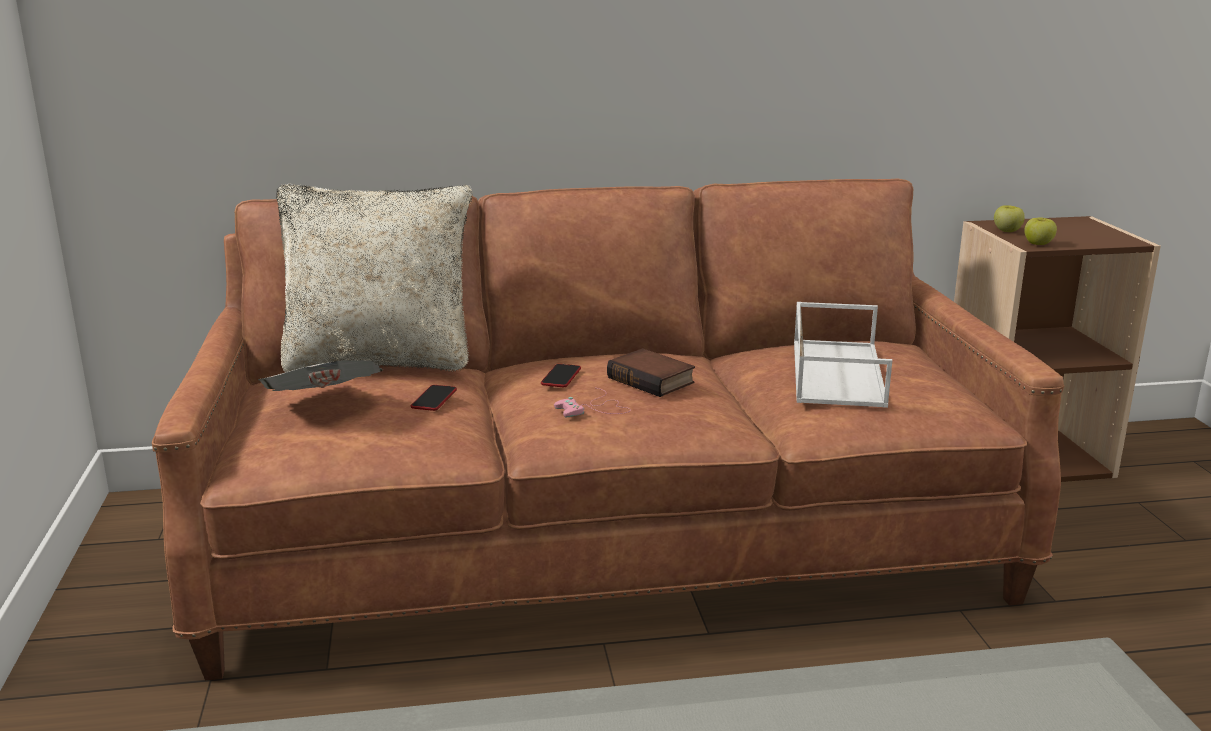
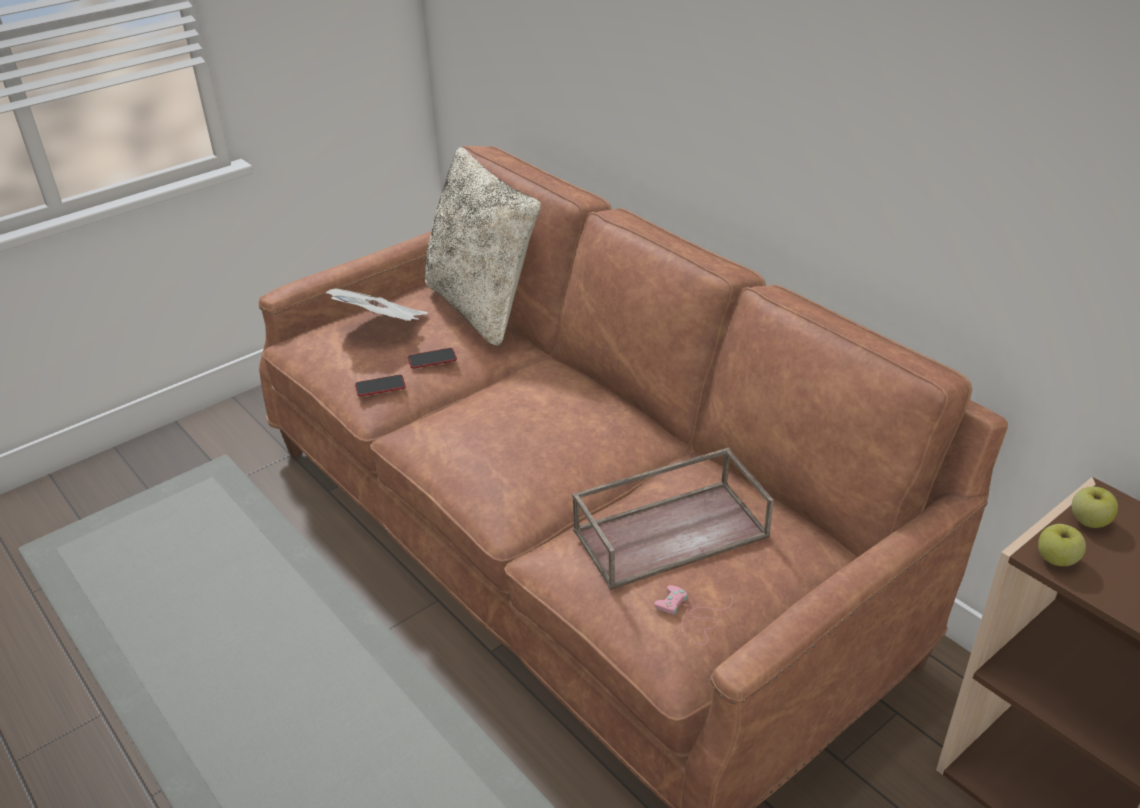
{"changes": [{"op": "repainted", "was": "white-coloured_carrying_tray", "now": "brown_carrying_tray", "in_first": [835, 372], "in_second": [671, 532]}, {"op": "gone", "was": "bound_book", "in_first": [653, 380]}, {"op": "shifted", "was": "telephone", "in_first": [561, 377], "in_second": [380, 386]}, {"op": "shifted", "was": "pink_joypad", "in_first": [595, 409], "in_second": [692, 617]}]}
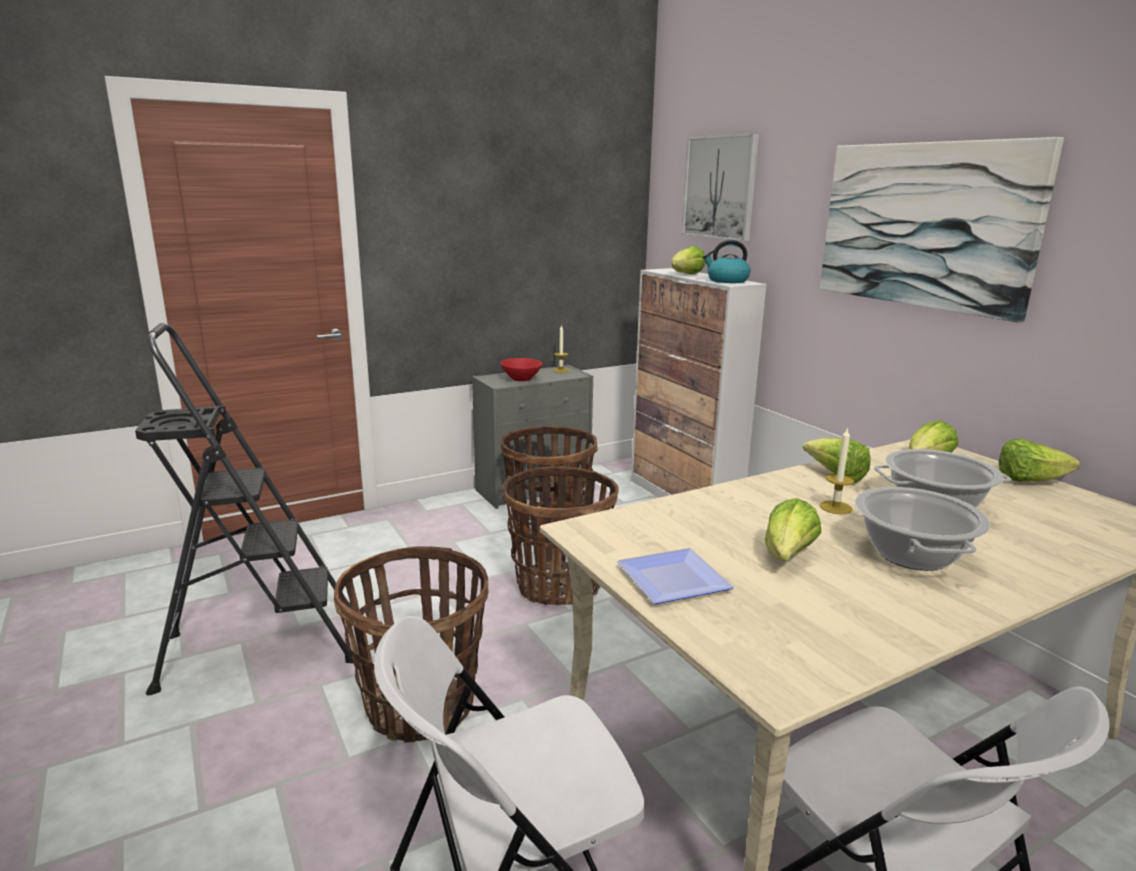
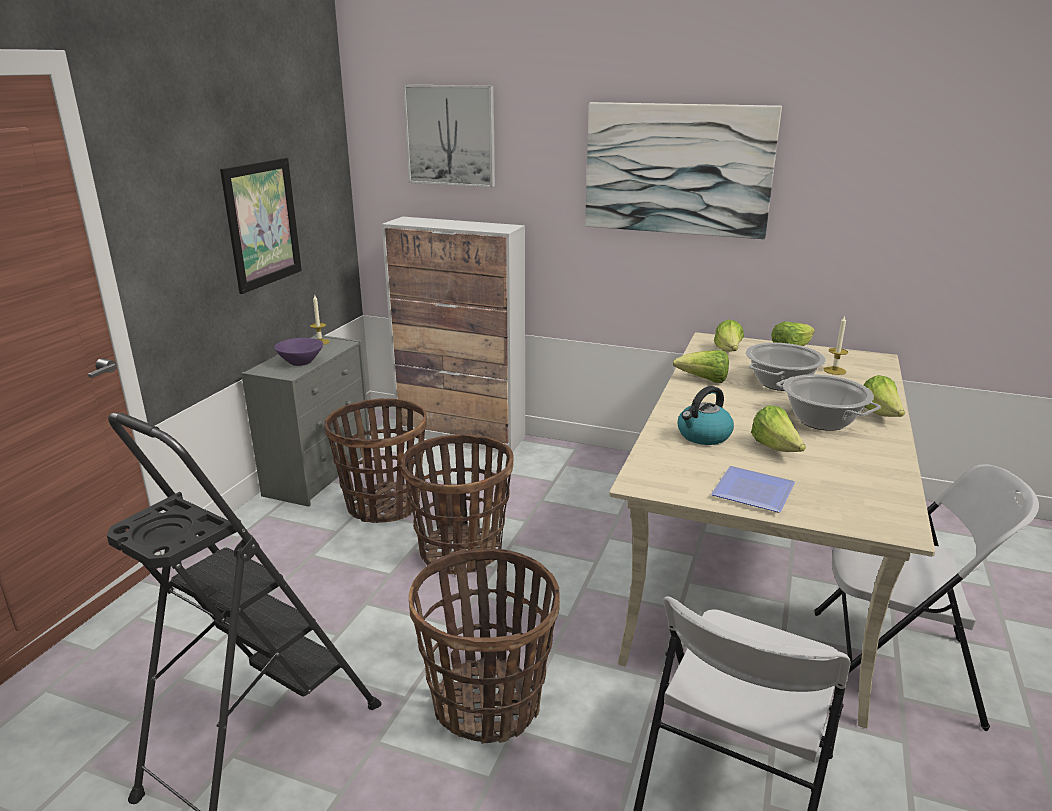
{"changes": [{"op": "shifted", "was": "kettle", "in_first": [726, 281], "in_second": [703, 436]}, {"op": "shifted", "was": "lettuce", "in_first": [686, 275], "in_second": [880, 415]}, {"op": "repainted", "was": "red-coloured_deep_dish", "now": "purple-coloured_deep_dish", "in_first": [521, 379], "in_second": [301, 363]}, {"op": "shifted", "was": "wax_candle", "in_first": [835, 507], "in_second": [834, 370]}, {"op": "new", "now": "wall_art", "in_second": [262, 224]}]}
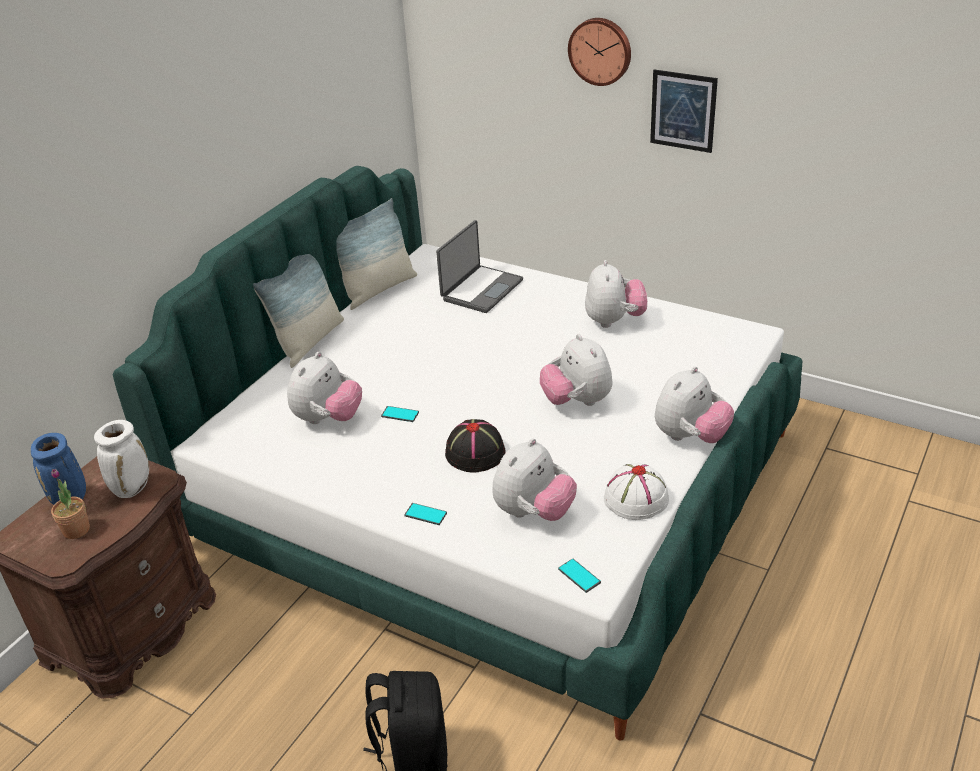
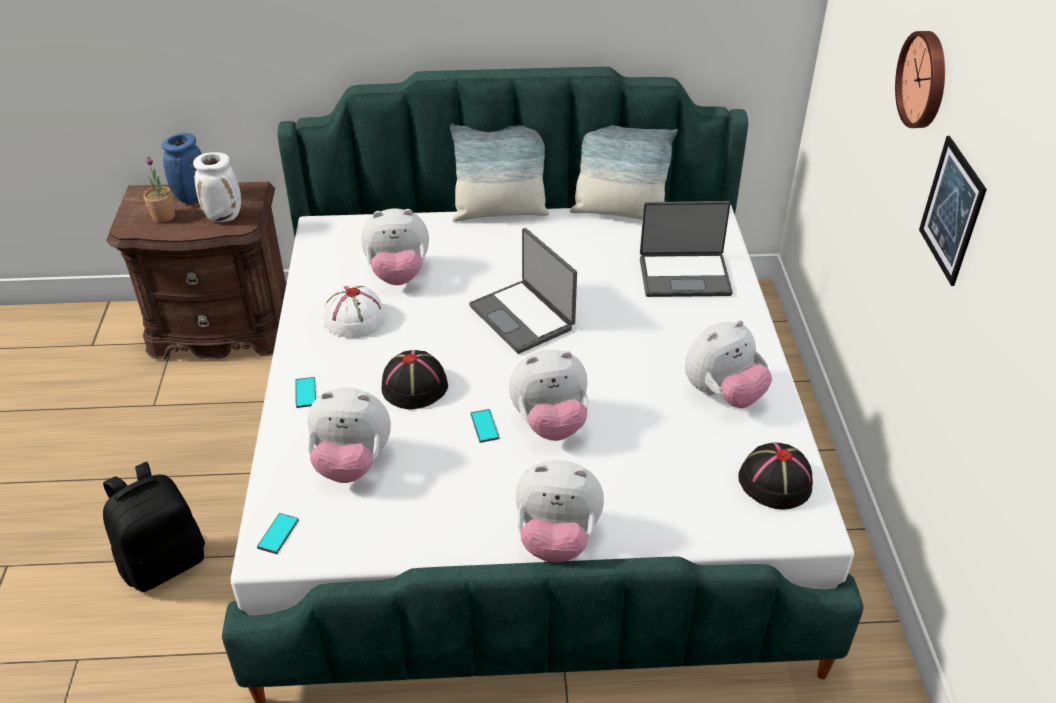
{"changes": [{"op": "rotated", "was": "soft_toy", "in_first": [577, 401], "in_second": [550, 424], "clockwise": -135}, {"op": "shifted", "was": "telephone", "in_first": [400, 414], "in_second": [484, 426]}, {"op": "shifted", "was": "white-coloured_hat", "in_first": [635, 499], "in_second": [354, 319]}, {"op": "new", "now": "notebook_computer", "in_second": [523, 317]}, {"op": "new", "now": "blackish_hat", "in_second": [774, 482]}]}
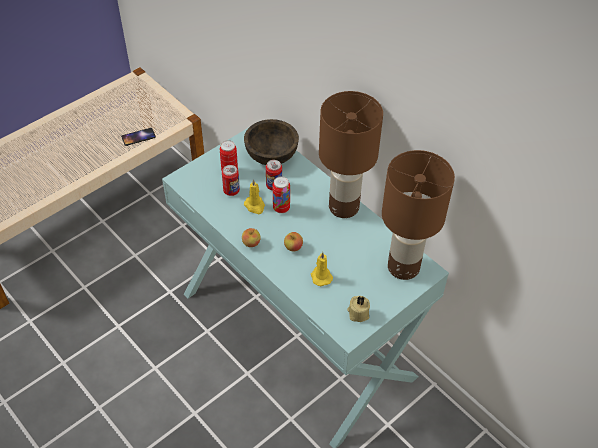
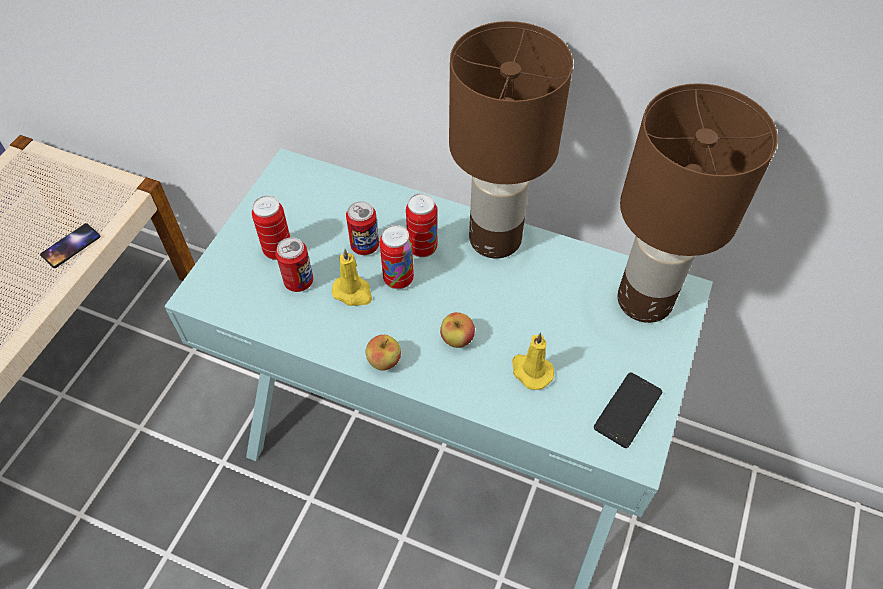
{"changes": [{"op": "gone", "was": "brown_deep_dish", "in_first": [272, 155]}, {"op": "swapped", "was": "beige_wax_candle", "now": "telephone", "in_first": [358, 313], "in_second": [627, 410]}, {"op": "new", "now": "sealed_can", "in_second": [422, 248]}]}
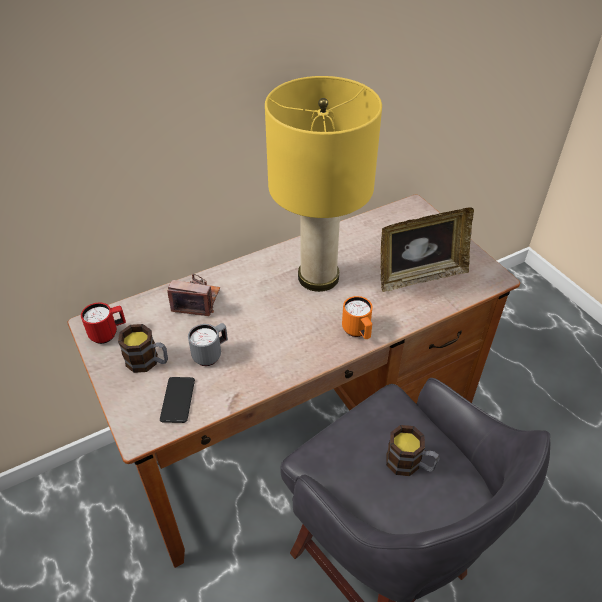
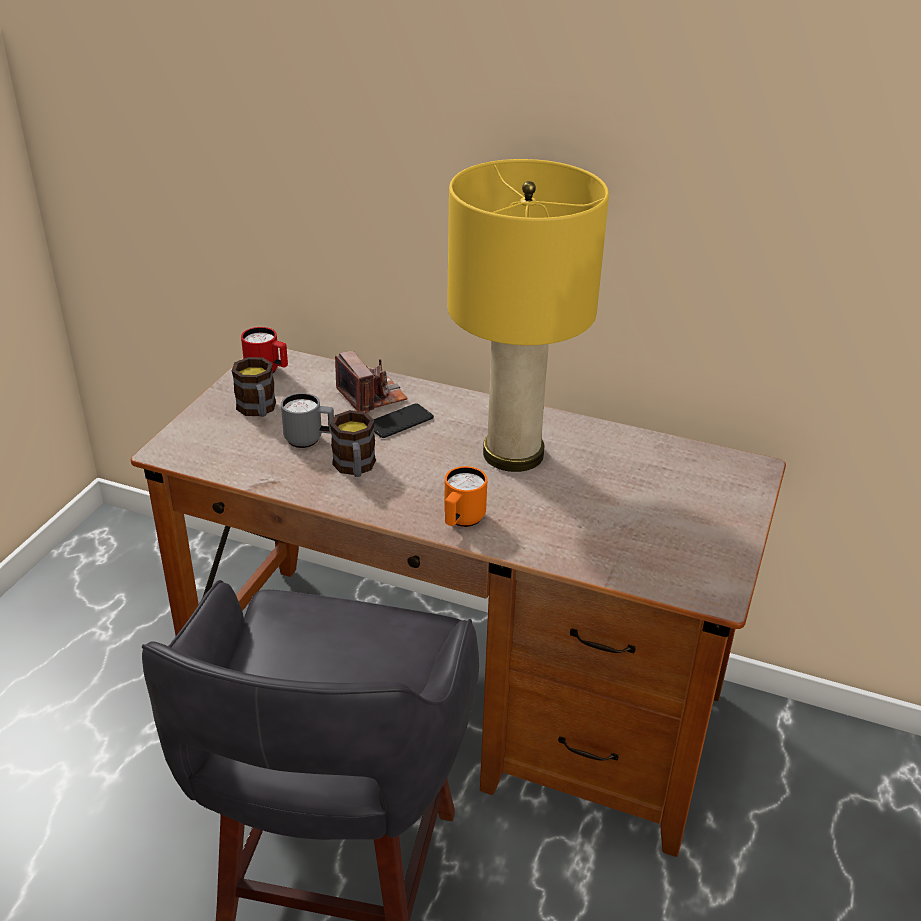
{"changes": [{"op": "gone", "was": "picture_frame", "in_first": [420, 276]}, {"op": "shifted", "was": "telephone", "in_first": [177, 400], "in_second": [400, 422]}, {"op": "shifted", "was": "tea_mug", "in_first": [410, 464], "in_second": [355, 468]}]}
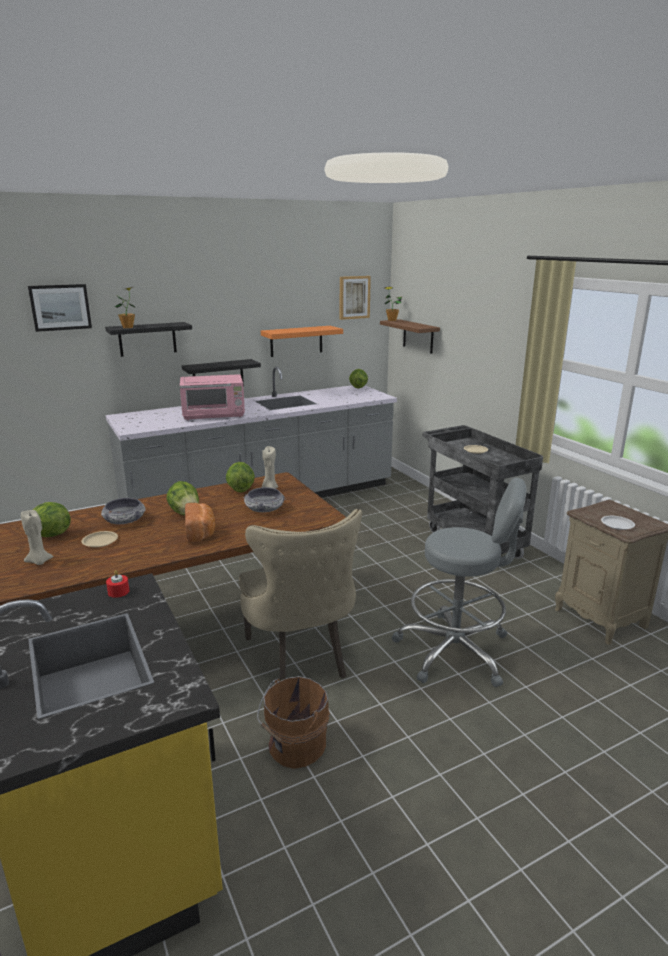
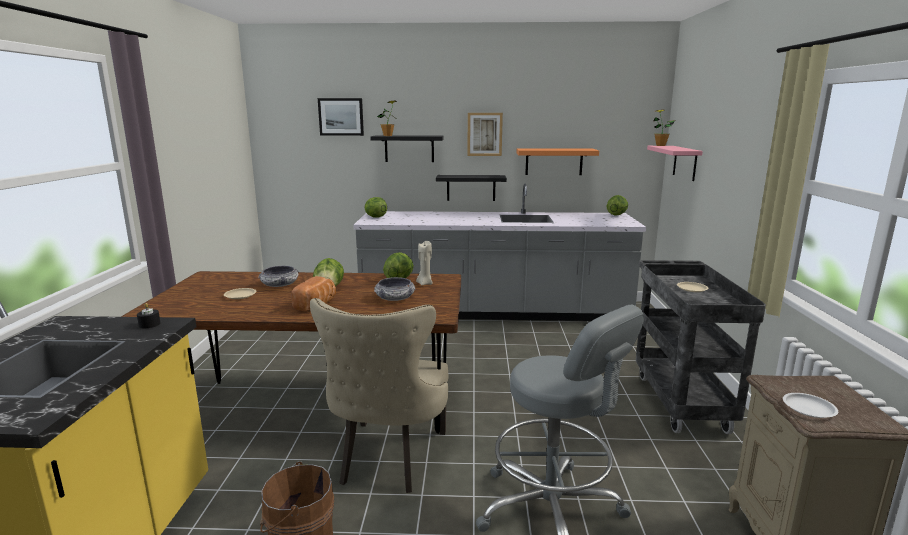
{"changes": [{"op": "shifted", "was": "wall_art", "in_first": [354, 297], "in_second": [484, 134]}, {"op": "repainted", "was": "brown_bracket_shelf", "now": "pink_bracket_shelf", "in_first": [418, 336], "in_second": [685, 163]}, {"op": "gone", "was": "pink_kitchen_microwave", "in_first": [214, 415]}, {"op": "shifted", "was": "lettuce", "in_first": [50, 535], "in_second": [375, 217]}, {"op": "gone", "was": "beige_wax_candle", "in_first": [39, 562]}, {"op": "repainted", "was": "red-coloured_wax_candle", "now": "blackish_wax_candle", "in_first": [118, 592], "in_second": [149, 324]}]}
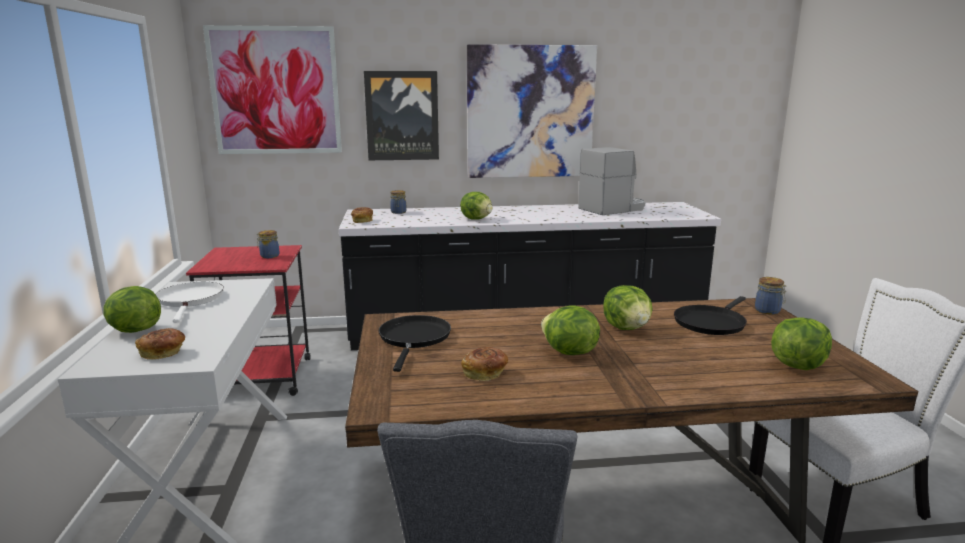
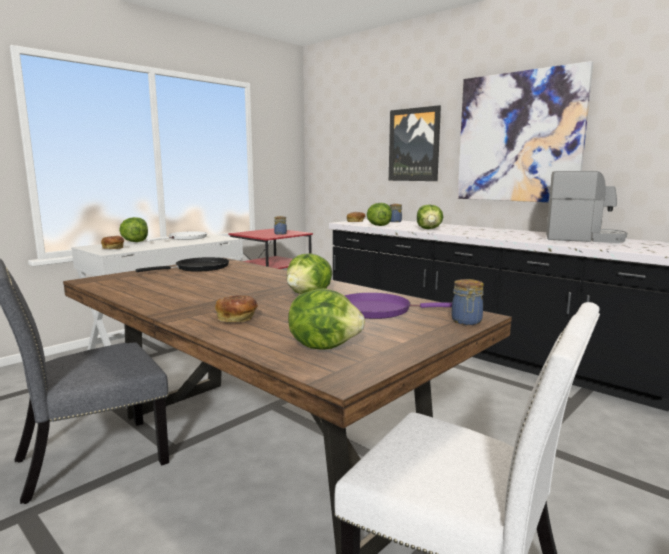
{"changes": [{"op": "gone", "was": "wall_art", "in_first": [275, 91]}, {"op": "repainted", "was": "blackish_frying_pan", "now": "purple-coloured_frying_pan", "in_first": [710, 322], "in_second": [378, 310]}, {"op": "shifted", "was": "lettuce", "in_first": [568, 352], "in_second": [379, 225]}, {"op": "shifted", "was": "bakery_bread", "in_first": [485, 373], "in_second": [237, 319]}]}
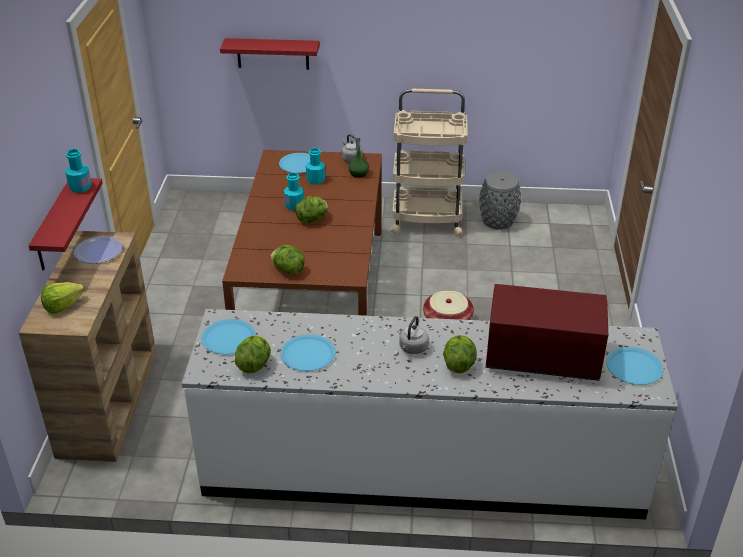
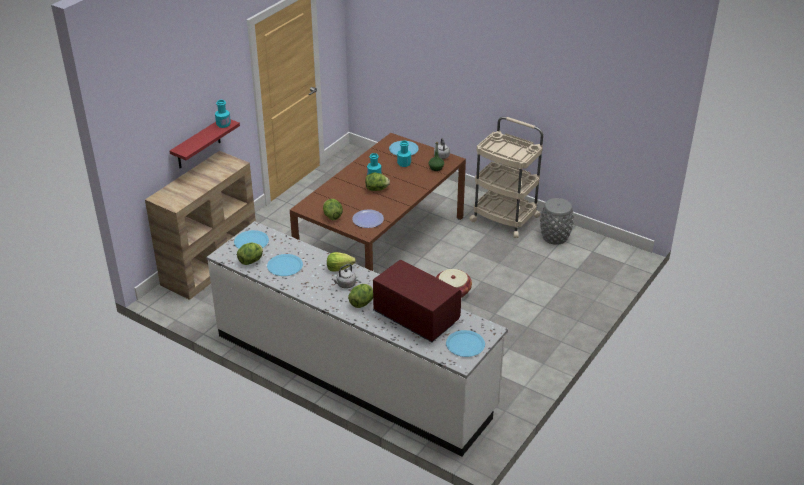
{"changes": [{"op": "gone", "was": "red-coloured_bracket_shelf", "in_first": [272, 53]}, {"op": "shifted", "was": "flat_dish", "in_first": [98, 251], "in_second": [368, 219]}, {"op": "shifted", "was": "lettuce", "in_first": [62, 306], "in_second": [339, 268]}]}
